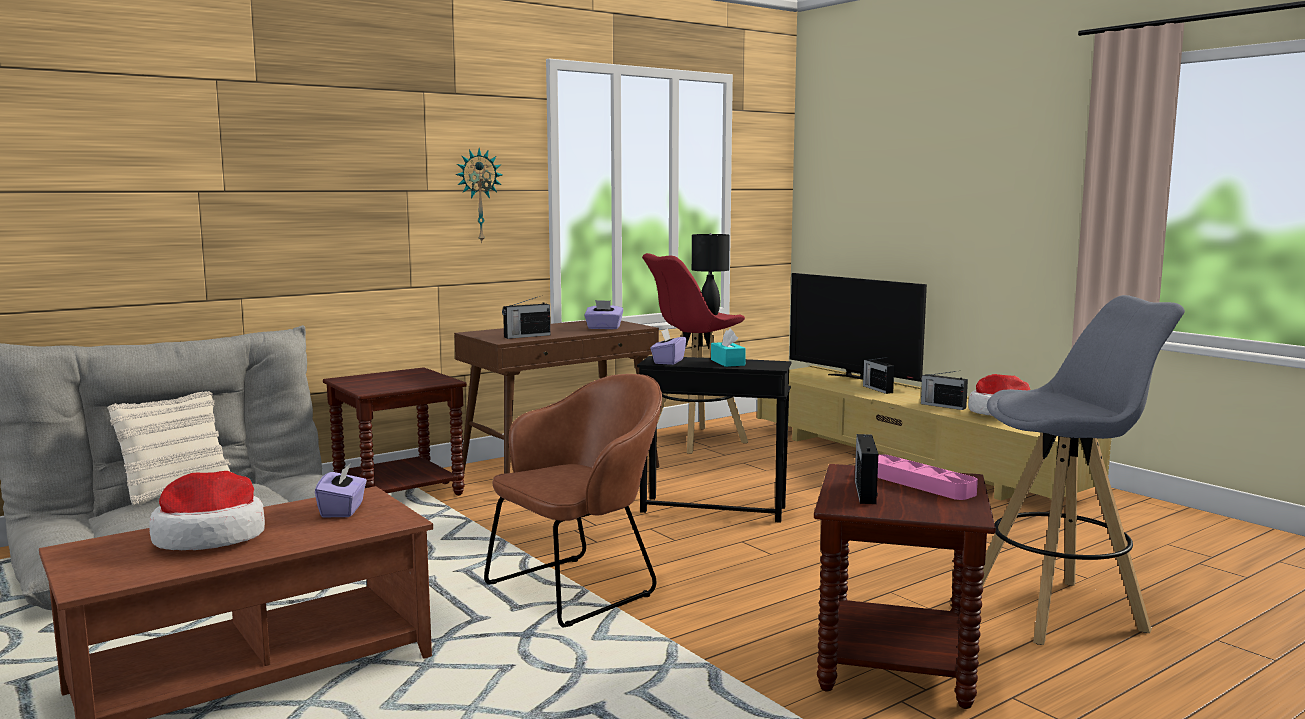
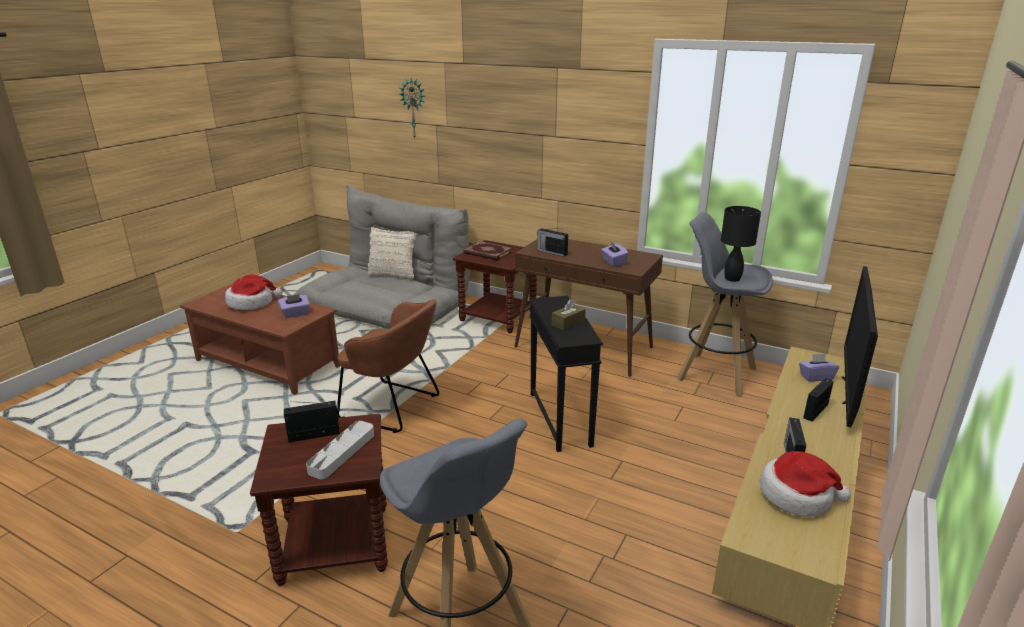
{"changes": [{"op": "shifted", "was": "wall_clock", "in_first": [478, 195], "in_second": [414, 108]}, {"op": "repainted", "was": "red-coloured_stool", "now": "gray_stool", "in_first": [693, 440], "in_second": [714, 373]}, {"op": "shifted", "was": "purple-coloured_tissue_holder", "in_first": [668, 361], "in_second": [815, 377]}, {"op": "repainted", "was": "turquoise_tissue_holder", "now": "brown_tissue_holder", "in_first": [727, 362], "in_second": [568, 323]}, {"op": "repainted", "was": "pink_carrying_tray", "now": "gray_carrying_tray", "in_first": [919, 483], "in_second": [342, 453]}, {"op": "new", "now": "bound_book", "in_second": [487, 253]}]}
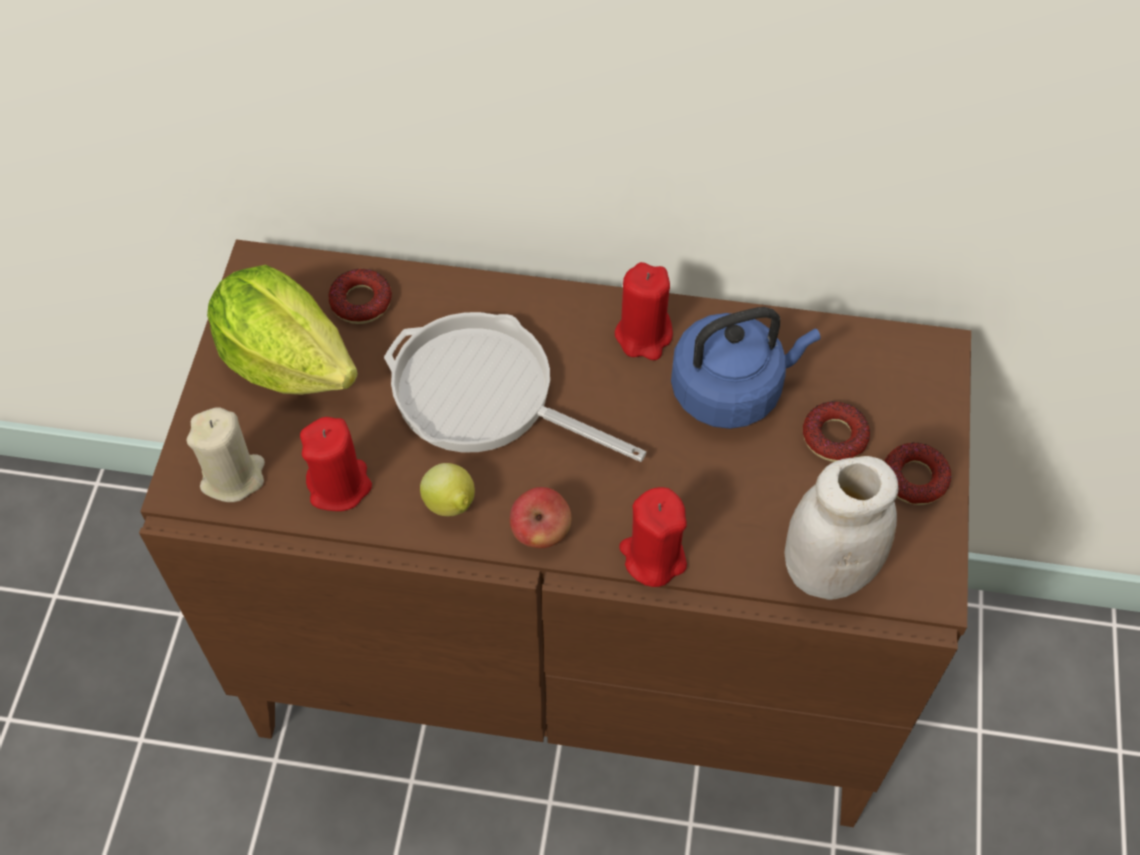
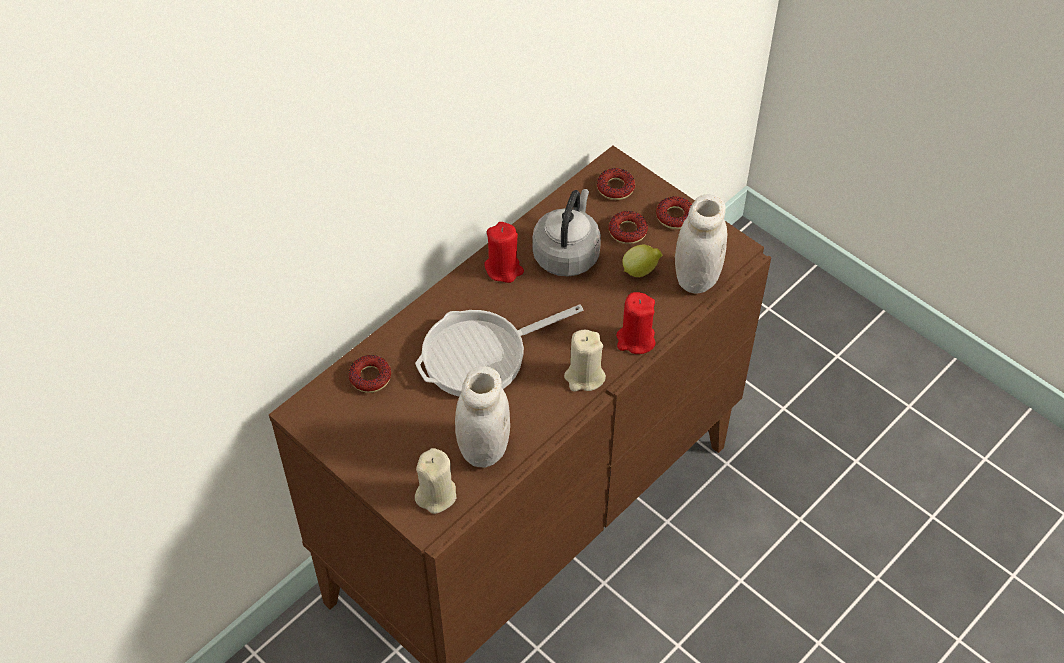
{"changes": [{"op": "gone", "was": "lettuce", "in_first": [286, 360]}, {"op": "repainted", "was": "bluish_kettle", "now": "gray_kettle", "in_first": [731, 390], "in_second": [567, 253]}, {"op": "swapped", "was": "red-coloured_wax_candle", "now": "white-coloured_preserve_jar", "in_first": [339, 485], "in_second": [483, 449]}, {"op": "shifted", "was": "citrus_fruit", "in_first": [451, 506], "in_second": [641, 271]}, {"op": "swapped", "was": "apple_fruit", "now": "beige_wax_candle", "in_first": [541, 532], "in_second": [584, 377]}, {"op": "new", "now": "ring_doughnut", "in_second": [615, 188]}]}
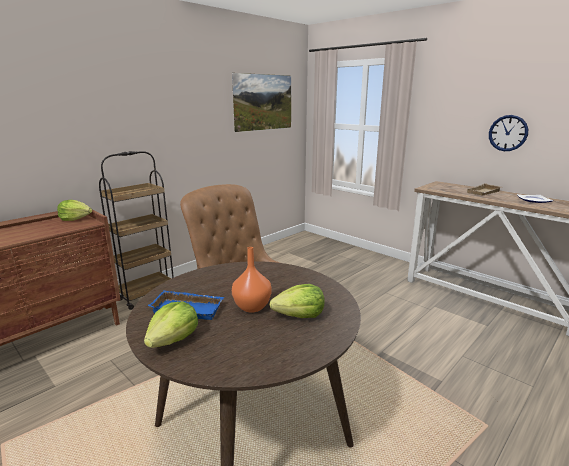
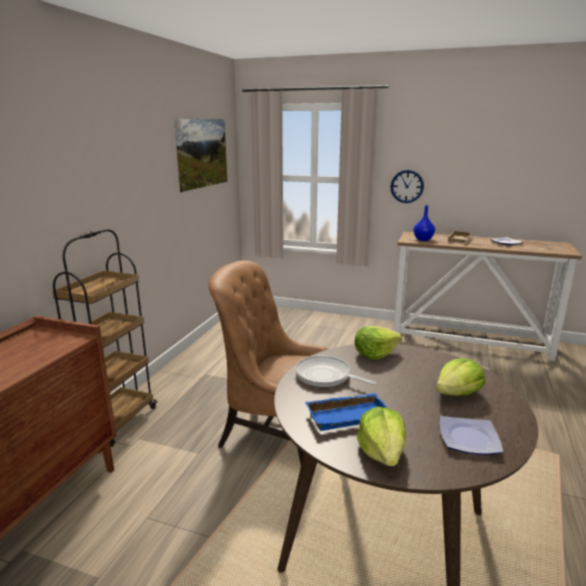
{"changes": [{"op": "shifted", "was": "wall_clock", "in_first": [508, 133], "in_second": [407, 186]}, {"op": "shifted", "was": "lettuce", "in_first": [75, 219], "in_second": [375, 353]}, {"op": "gone", "was": "orange_flower_vase", "in_first": [251, 306]}, {"op": "new", "now": "bluish_flower_vase", "in_second": [422, 239]}, {"op": "new", "now": "frying_pan", "in_second": [326, 376]}, {"op": "new", "now": "flat_dish", "in_second": [469, 438]}]}
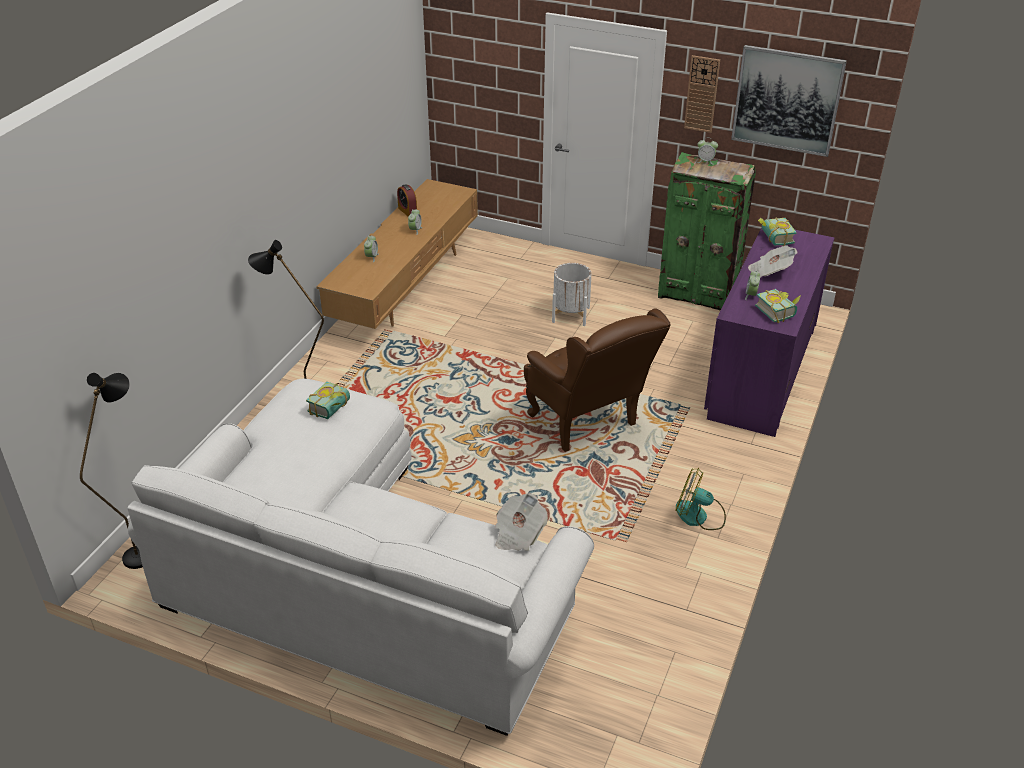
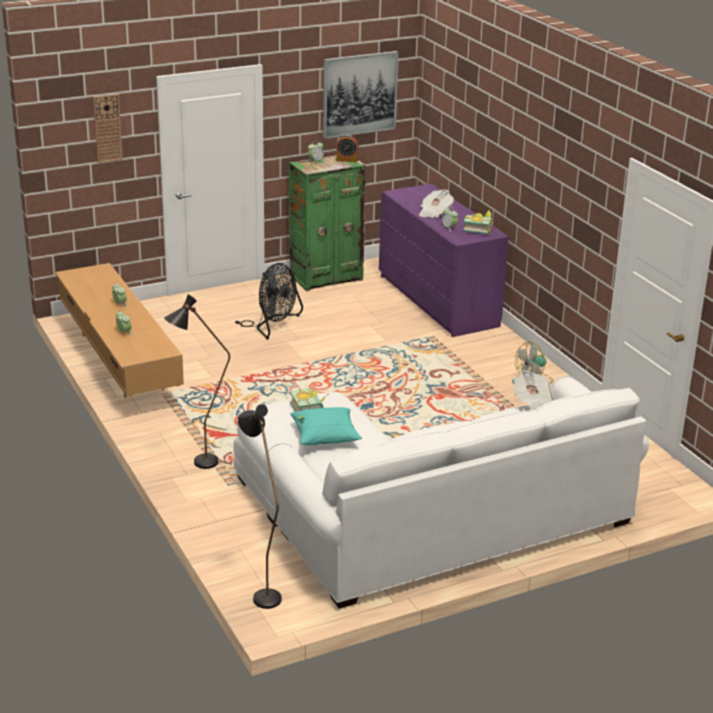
{"changes": [{"op": "shifted", "was": "wall_clock", "in_first": [702, 94], "in_second": [107, 128]}, {"op": "shifted", "was": "bedside_clock", "in_first": [407, 211], "in_second": [347, 160]}, {"op": "gone", "was": "bound_book", "in_first": [773, 239]}, {"op": "swapped", "was": "white-coloured_plant_pot", "now": "blackish_fan", "in_first": [571, 315], "in_second": [271, 325]}, {"op": "gone", "was": "brown_armchair", "in_first": [589, 426]}, {"op": "new", "now": "turquoise_throw_pillow", "in_second": [325, 436]}]}
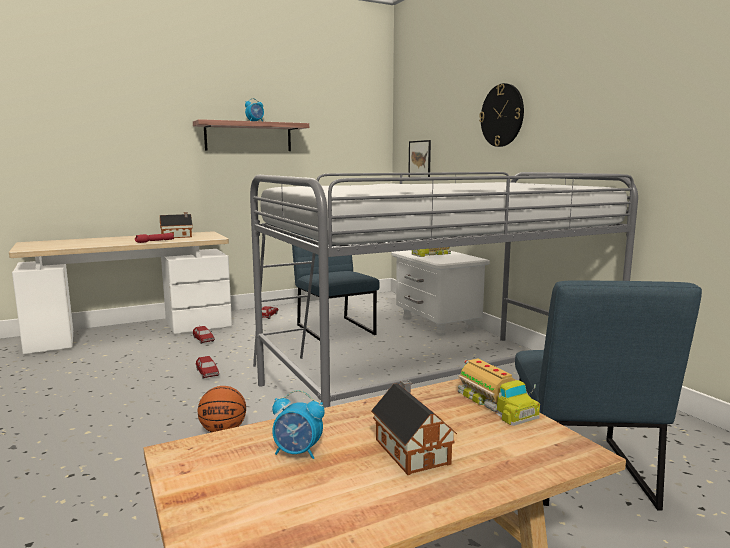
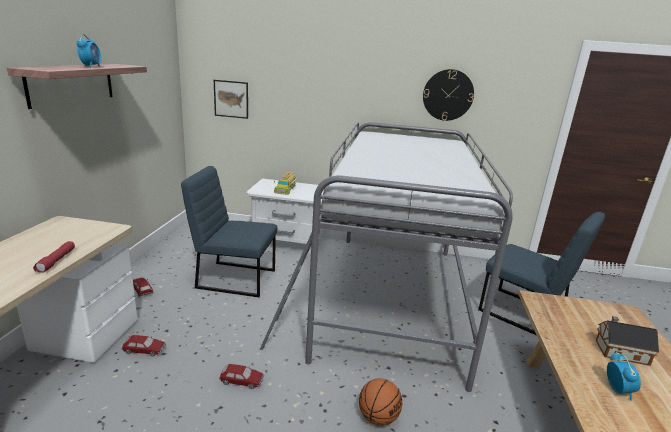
{"changes": [{"op": "shifted", "was": "wall_clock", "in_first": [502, 115], "in_second": [448, 95]}, {"op": "gone", "was": "toy_house", "in_first": [178, 236]}, {"op": "gone", "was": "toy_truck", "in_first": [494, 404]}, {"op": "rotated", "was": "bedside_clock", "in_first": [298, 453], "in_second": [618, 390], "clockwise": -45}]}
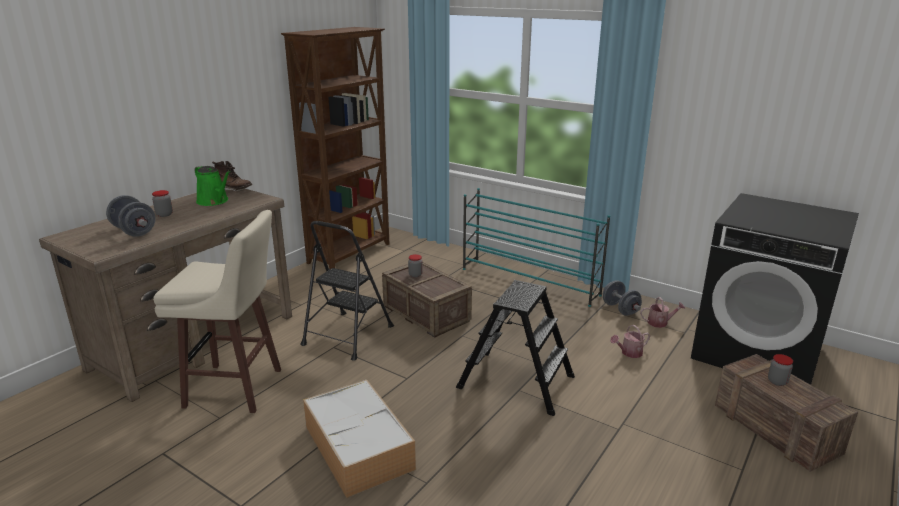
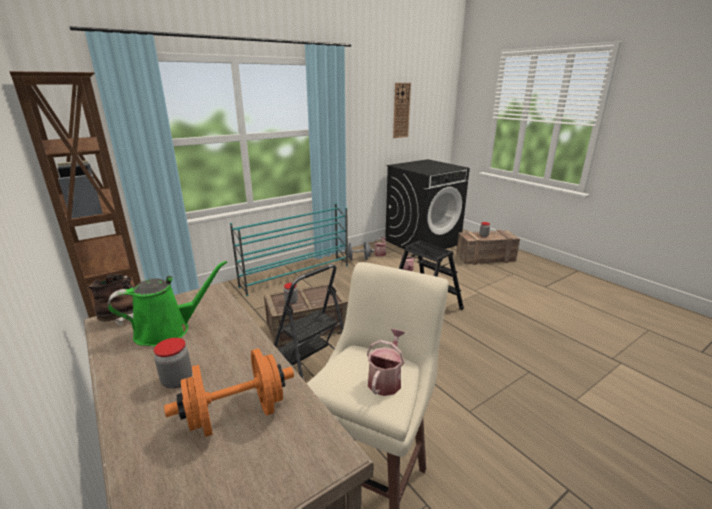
{"changes": [{"op": "repainted", "was": "gray_free_weight", "now": "orange_free_weight", "in_first": [134, 231], "in_second": [237, 415]}, {"op": "gone", "was": "storage_box", "in_first": [359, 448]}, {"op": "new", "now": "wall_clock", "in_second": [401, 110]}, {"op": "new", "now": "sprinkling_can", "in_second": [386, 379]}]}
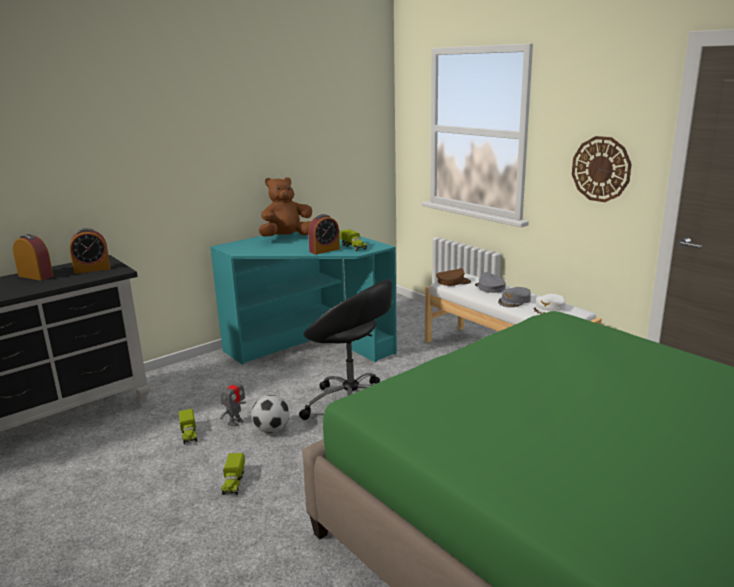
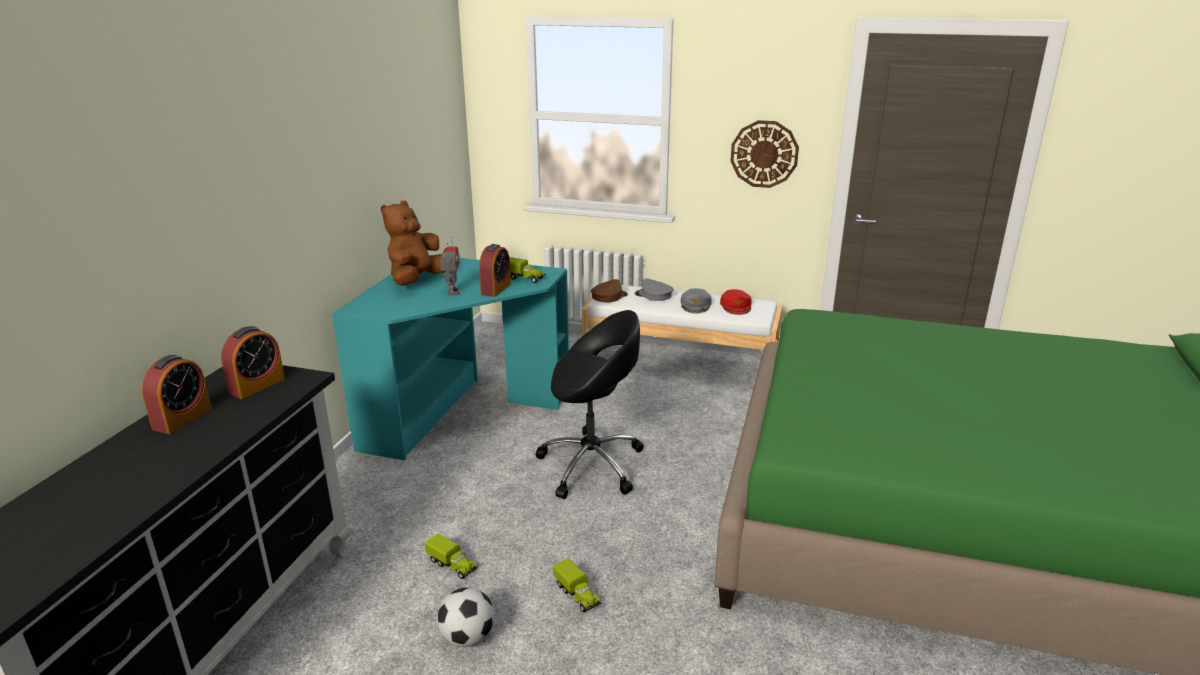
{"changes": [{"op": "rotated", "was": "bedside_clock", "in_first": [36, 276], "in_second": [182, 418], "clockwise": 120}, {"op": "repainted", "was": "white-coloured_peaked_cap", "now": "red-coloured_peaked_cap", "in_first": [549, 309], "in_second": [736, 306]}, {"op": "shifted", "was": "model_robot", "in_first": [235, 422], "in_second": [452, 292]}, {"op": "shifted", "was": "ball_for_football", "in_first": [271, 430], "in_second": [467, 638]}]}
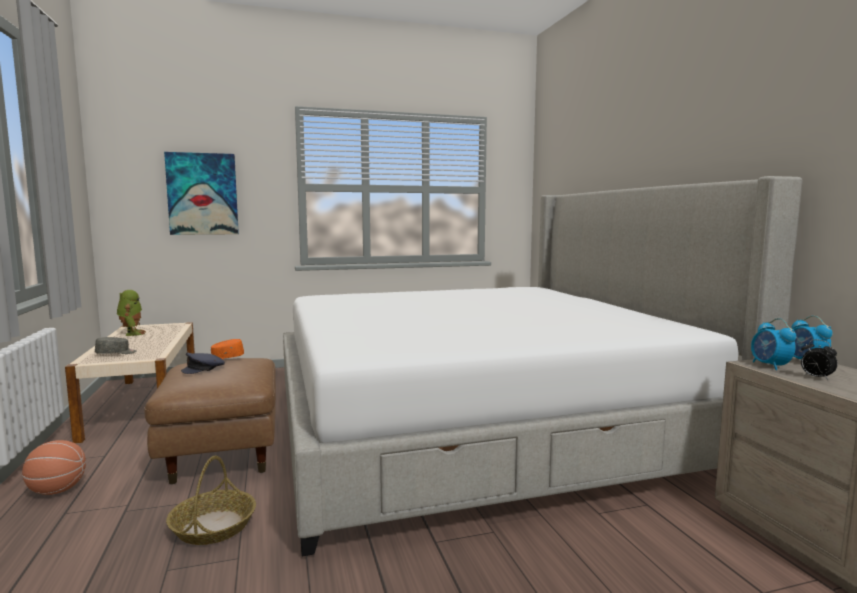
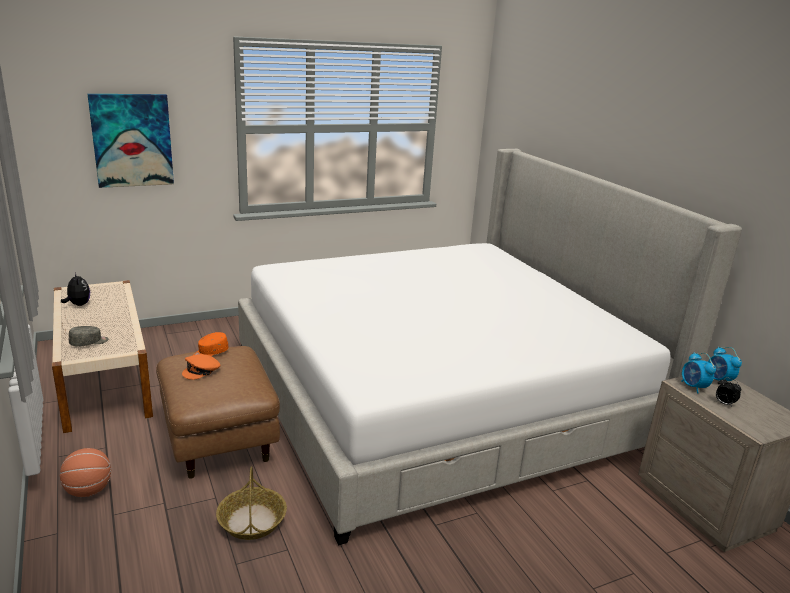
{"changes": [{"op": "swapped", "was": "model_robot", "now": "soft_toy", "in_first": [132, 333], "in_second": [78, 304]}, {"op": "repainted", "was": "gray_peaked_cap", "now": "orange_peaked_cap", "in_first": [204, 369], "in_second": [202, 371]}]}
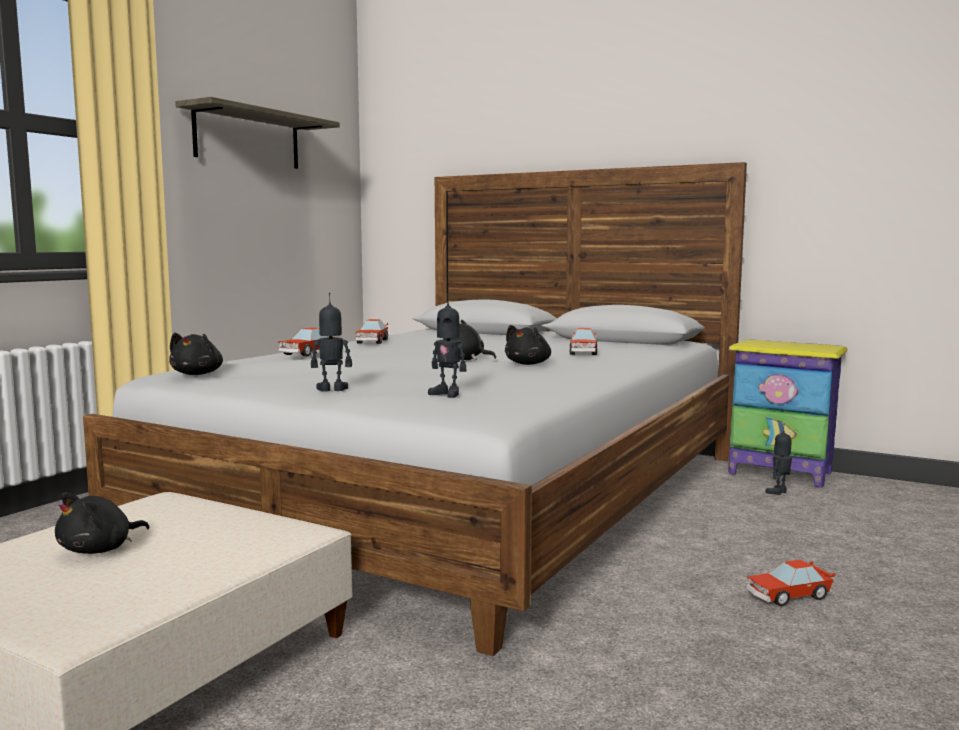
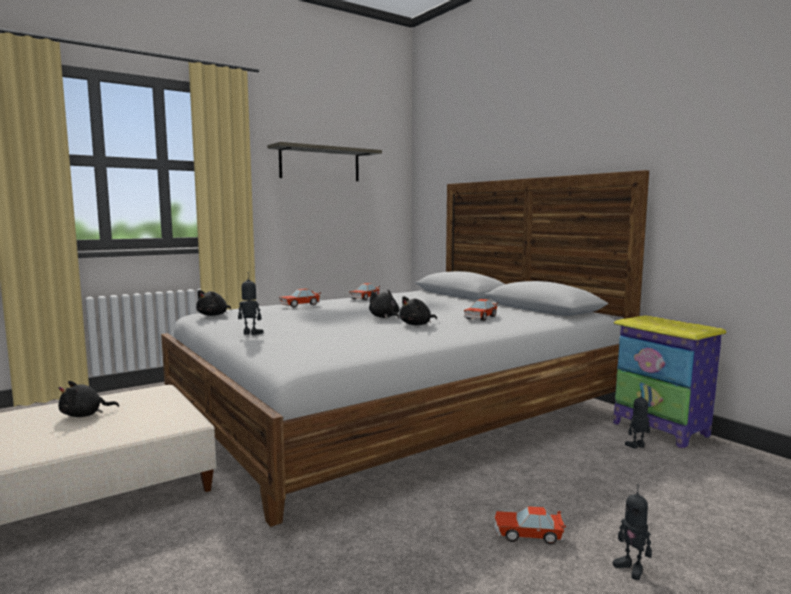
{"changes": [{"op": "shifted", "was": "model_robot", "in_first": [447, 394], "in_second": [631, 568]}]}
